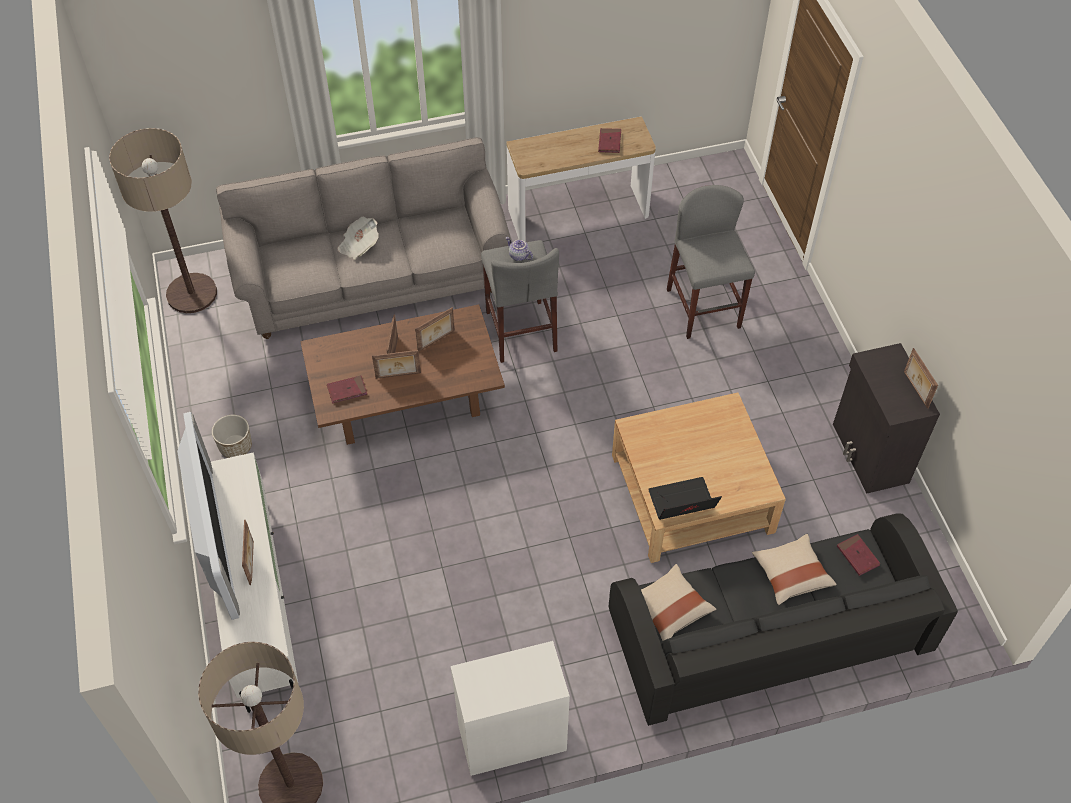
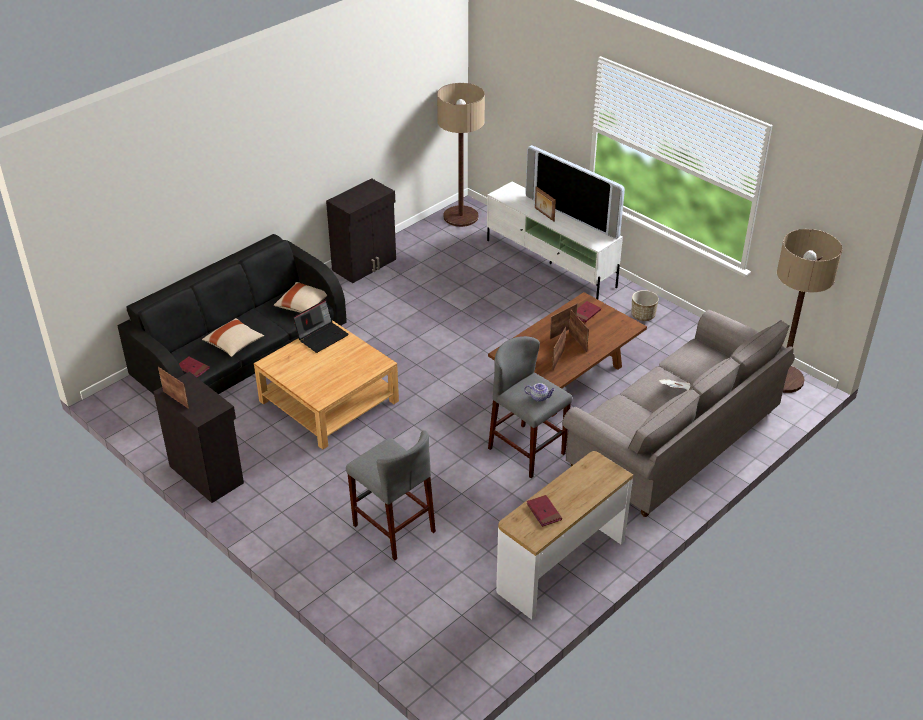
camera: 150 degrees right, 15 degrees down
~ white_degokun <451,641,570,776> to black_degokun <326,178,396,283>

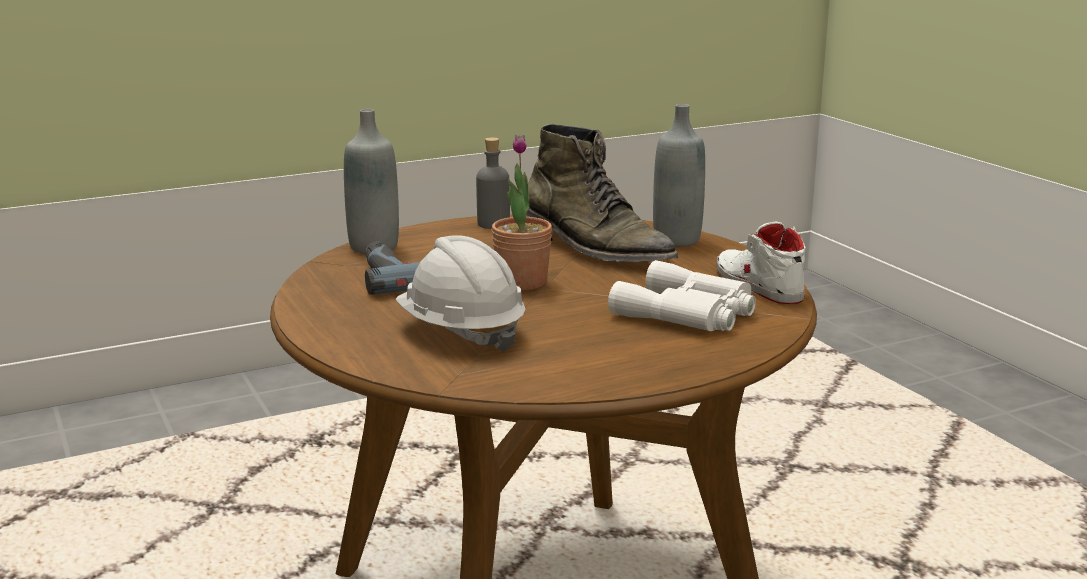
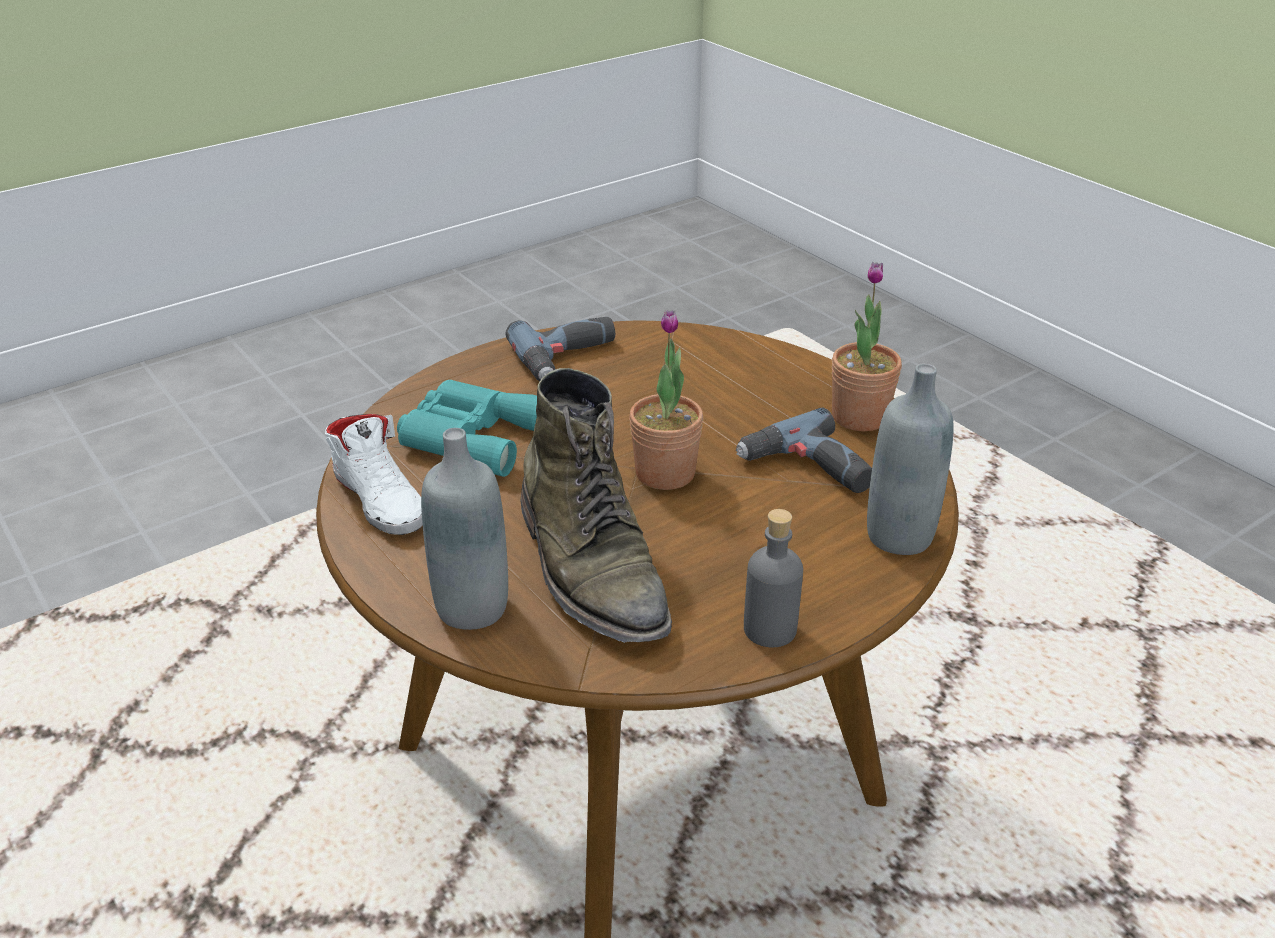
camera: 170 degrees right, 15 degrees up
- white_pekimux <395,235,525,352>
~ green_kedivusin <526,124,678,262> = <520,368,672,643> 150 degrees counterclockwise
~ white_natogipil <608,260,756,331> to turquoise_natogipil <397,380,537,477>
+ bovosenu <506,317,615,381>
+ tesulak <832,262,902,432>

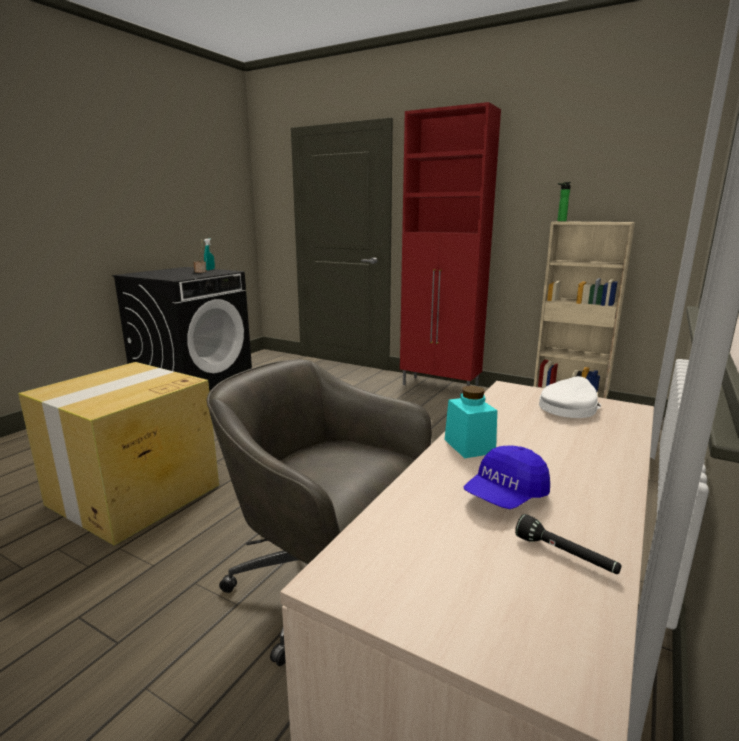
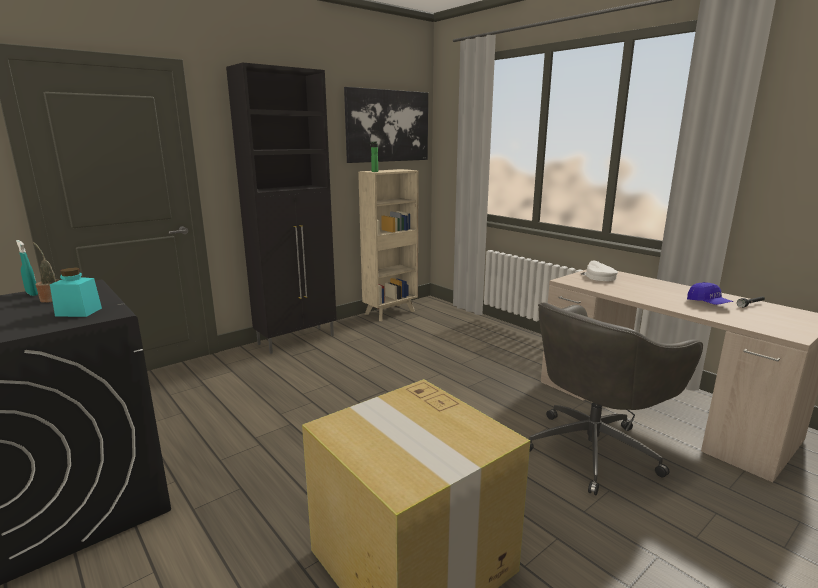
camera: 70 degrees left, 0 degrees up
~ red_degokun <400,102,501,386> to black_degokun <226,62,337,354>
~ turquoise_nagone <444,386,497,458> to <50,268,102,317>
+ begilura <344,87,428,163>

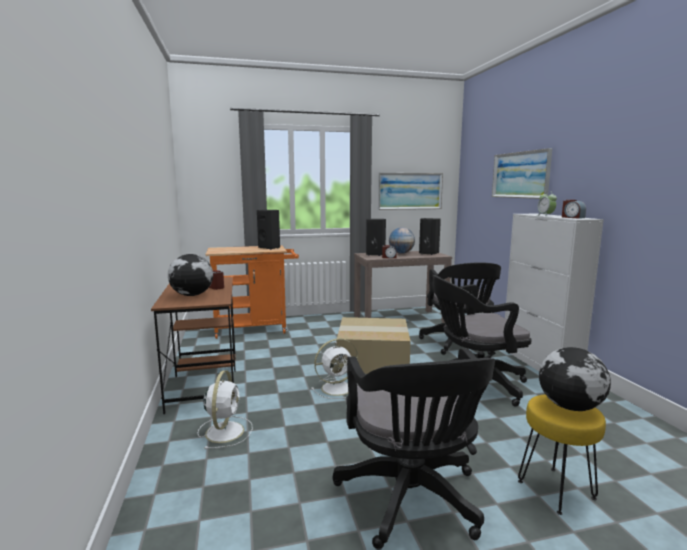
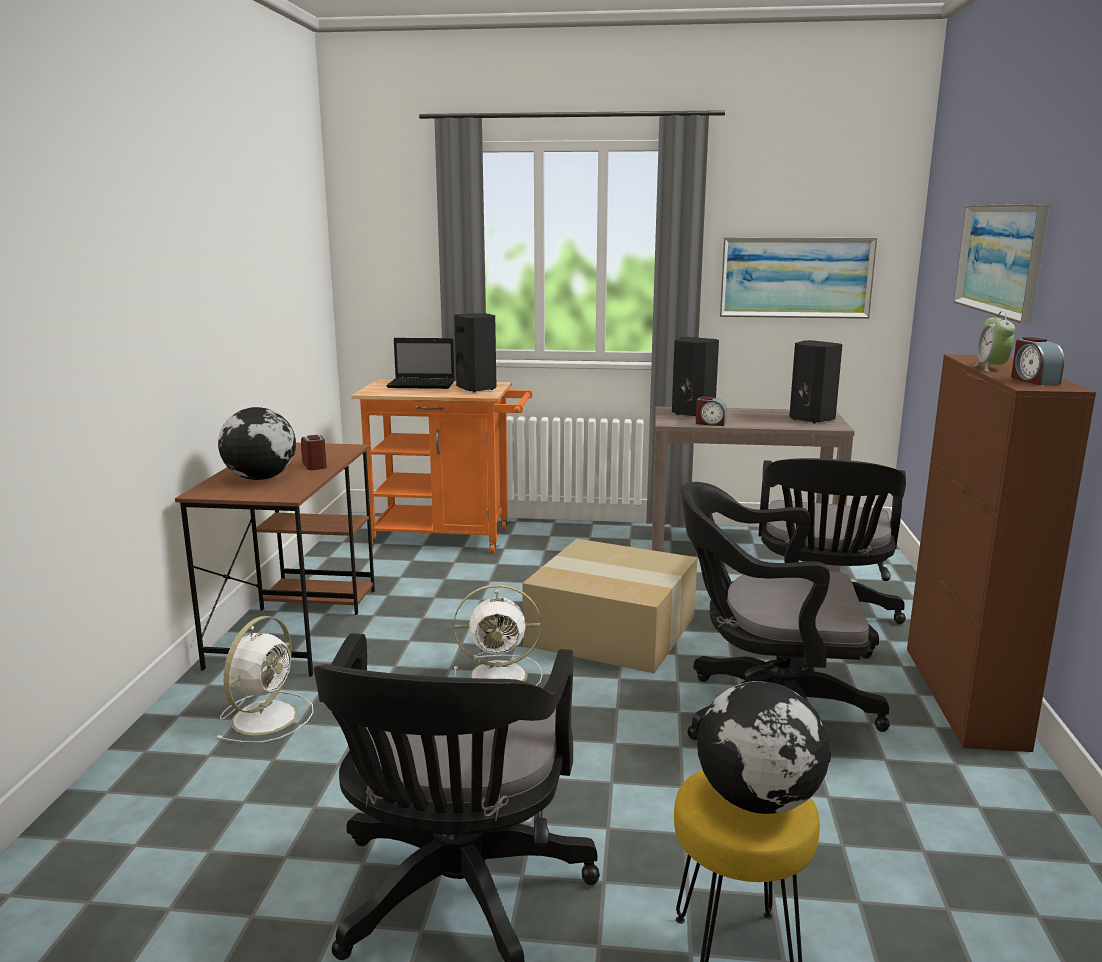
camera: 20 degrees right, 5 degrees up
- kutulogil <389,227,415,254>
~ white_degokun <505,214,604,371> to brown_degokun <907,354,1096,752>
+ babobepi <387,338,455,389>

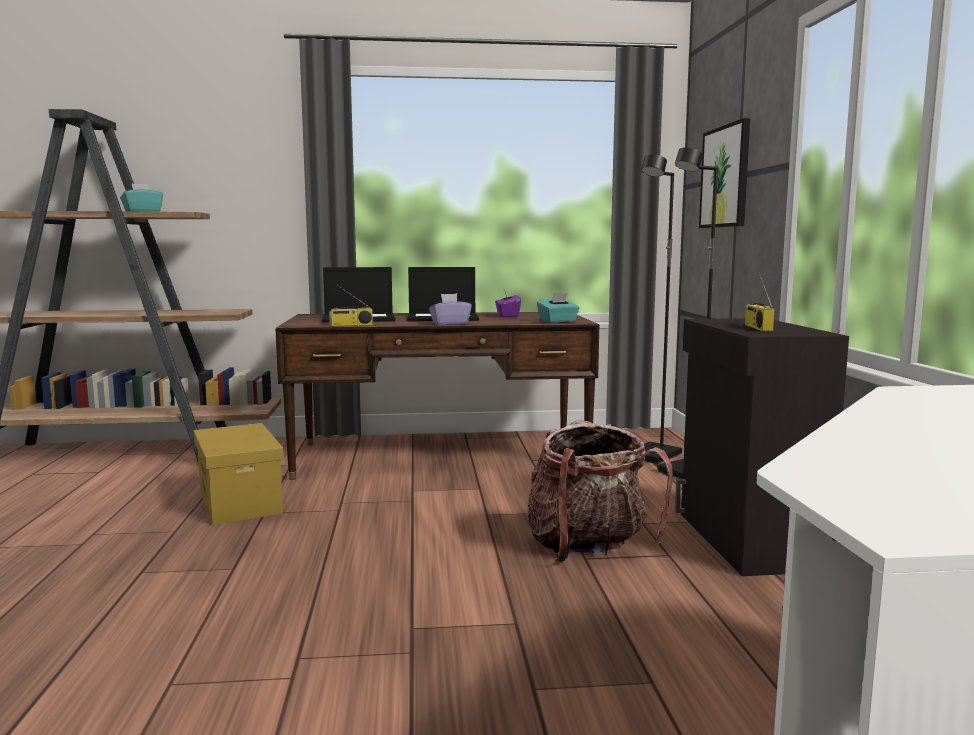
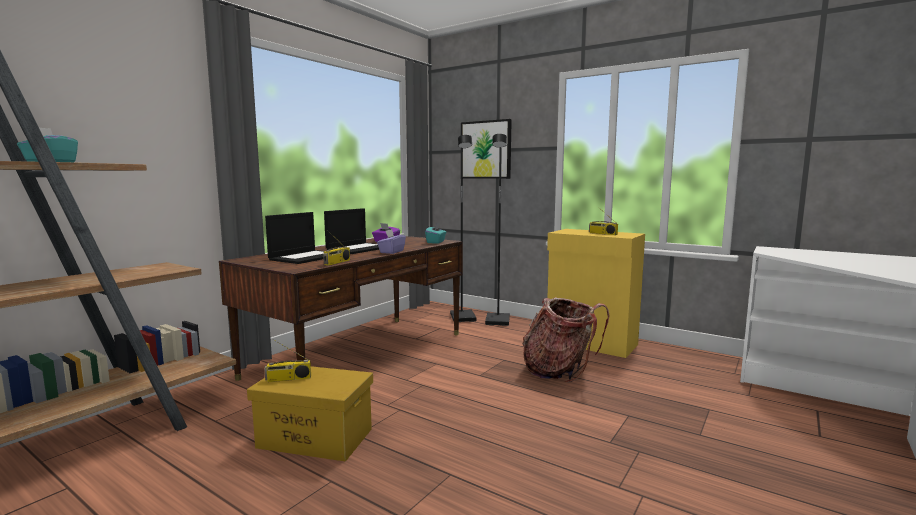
camera: 50 degrees left, 0 degrees up
~ black_degokun <675,318,849,576> to yellow_degokun <547,229,645,358>
+ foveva <264,339,311,382>

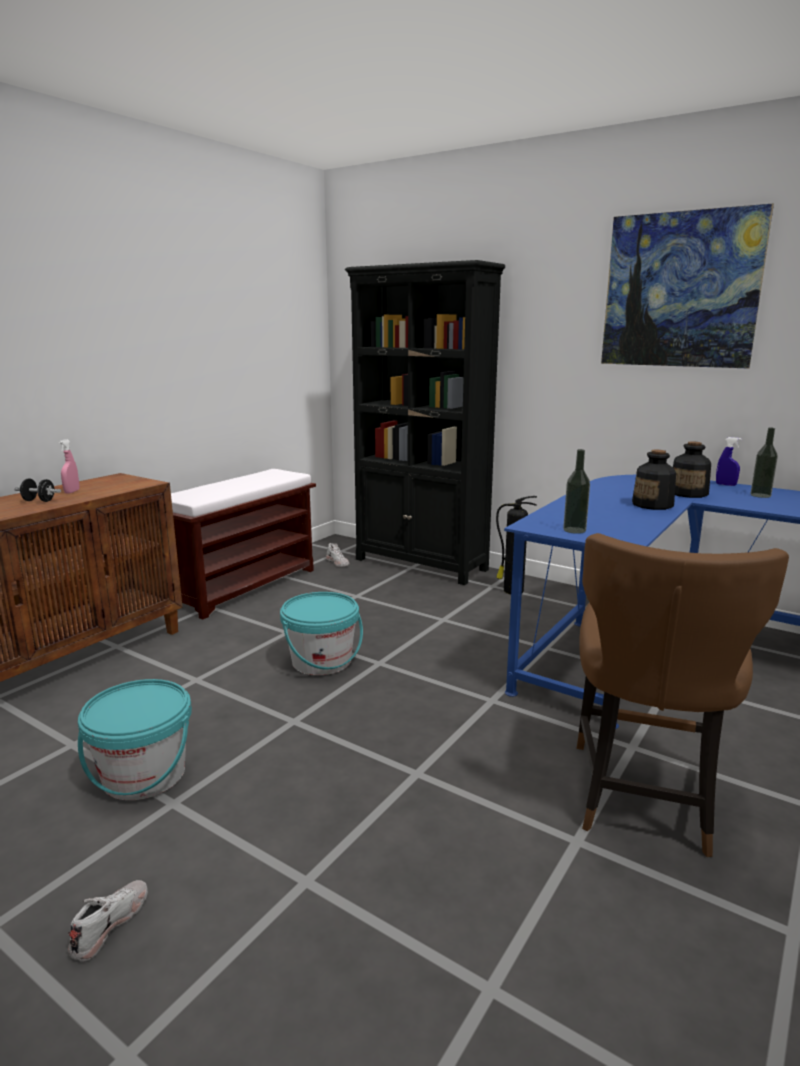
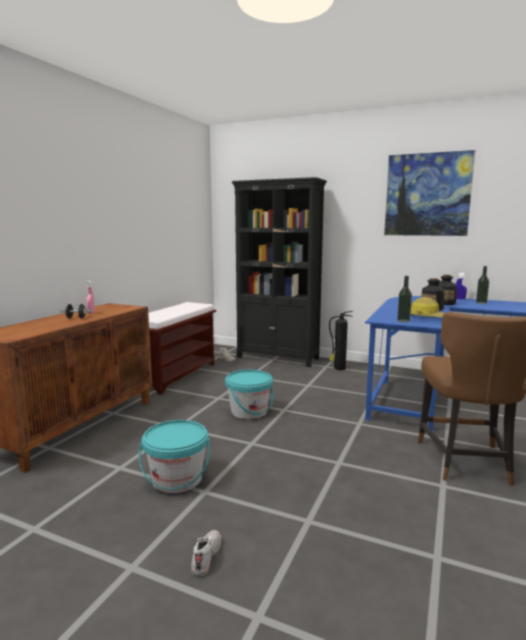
camera: 10 degrees left, 5 degrees down
+ pekimux <411,297,445,317>

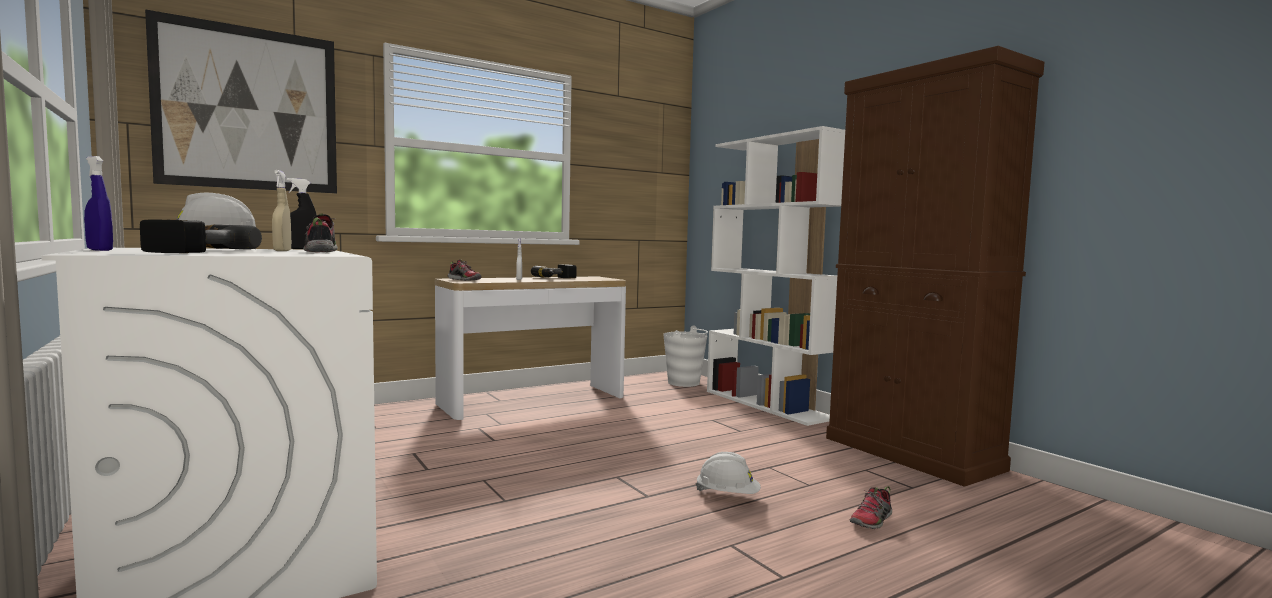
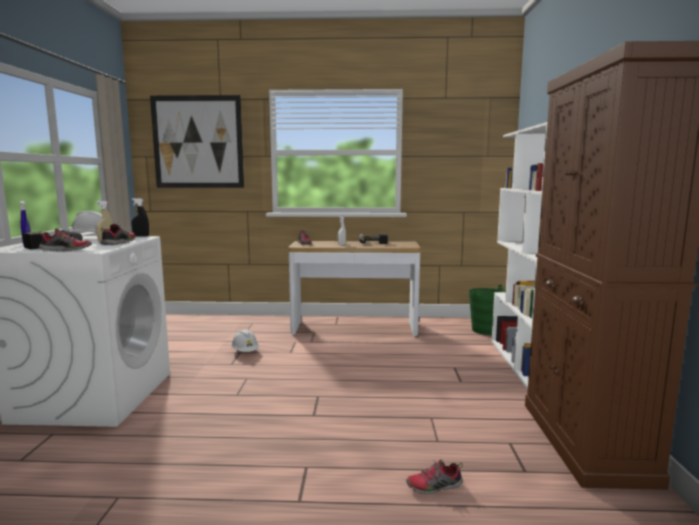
camera: 35 degrees right, 5 degrees up
~ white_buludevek <663,325,708,387> to green_buludevek <469,285,506,335>
~ white_pekimux <695,452,761,494> to <231,329,259,352>
+ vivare <39,228,92,251>

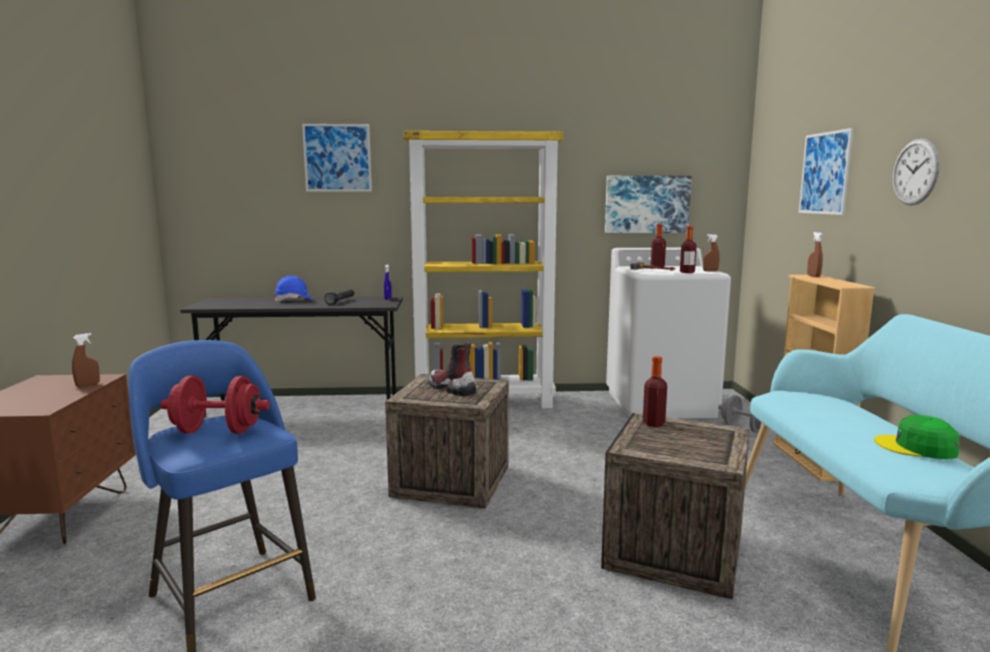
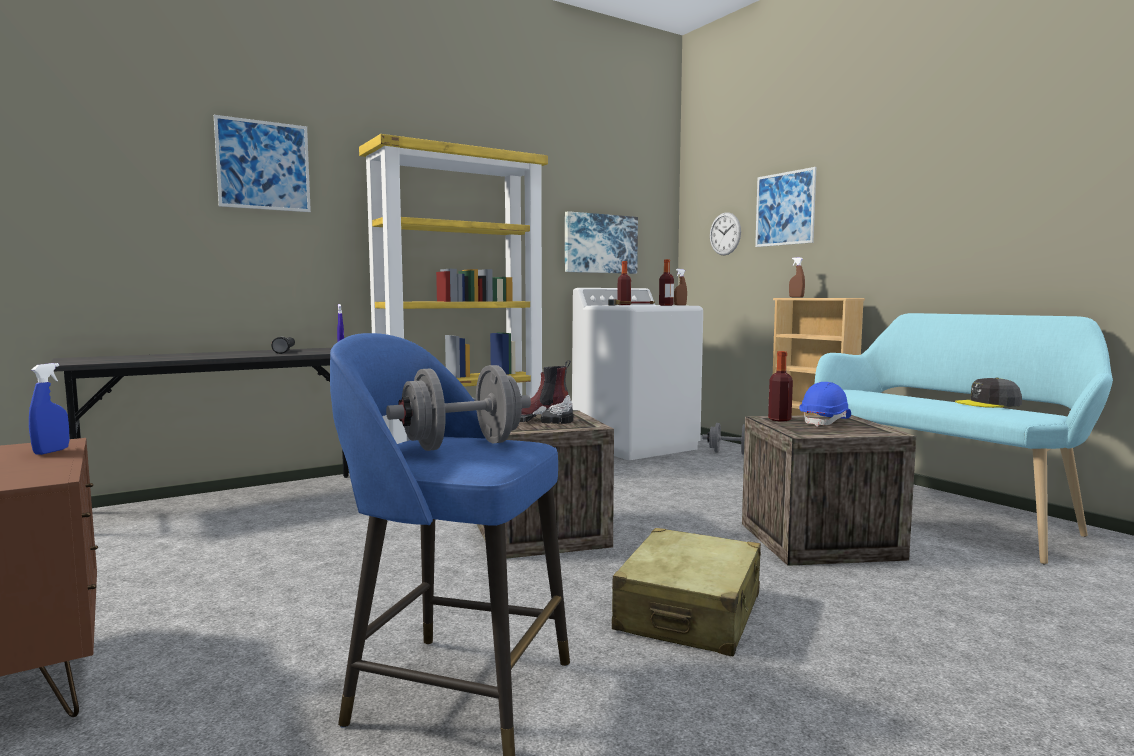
camera: 30 degrees left, 5 degrees down
~ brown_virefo <72,333,100,387> to blue_virefo <29,363,69,455>
~ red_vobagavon <160,376,270,434> to grey_vobagavon <386,365,531,451>
~ blue_pekimux <274,276,313,302> to <799,382,851,427>
~ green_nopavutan <874,415,960,459> to grey_nopavutan <955,378,1022,408>
~ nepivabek <893,138,940,205> to <710,212,741,255>
+ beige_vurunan <612,528,761,656>

